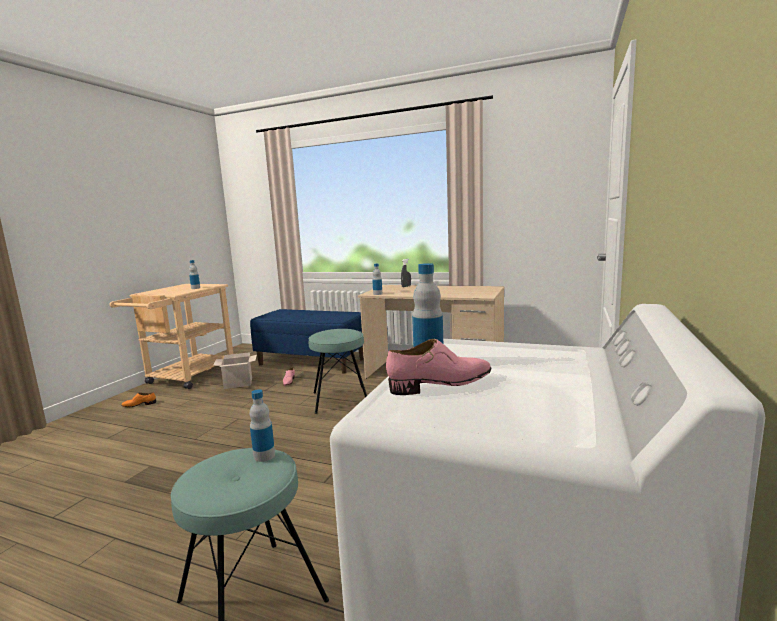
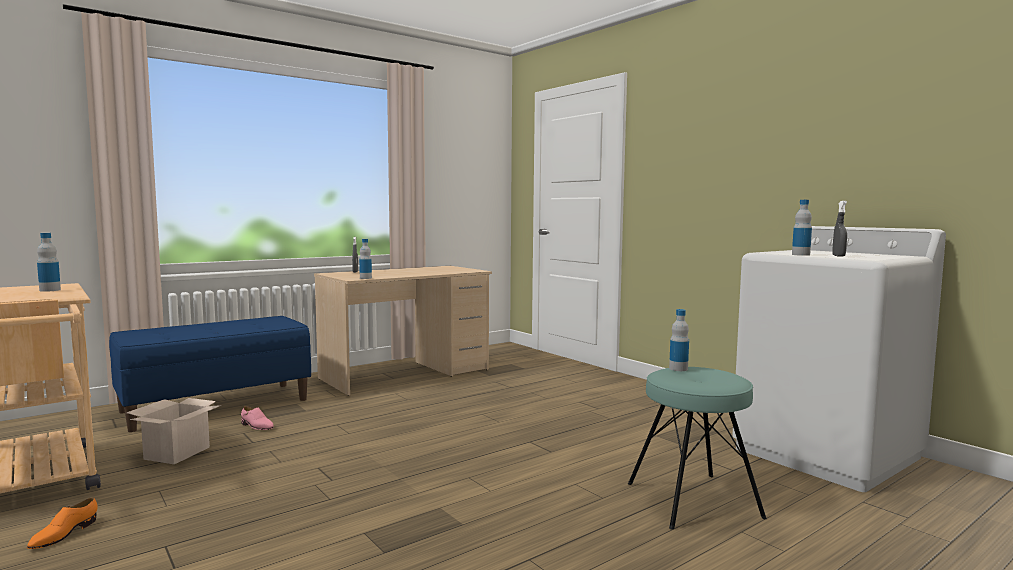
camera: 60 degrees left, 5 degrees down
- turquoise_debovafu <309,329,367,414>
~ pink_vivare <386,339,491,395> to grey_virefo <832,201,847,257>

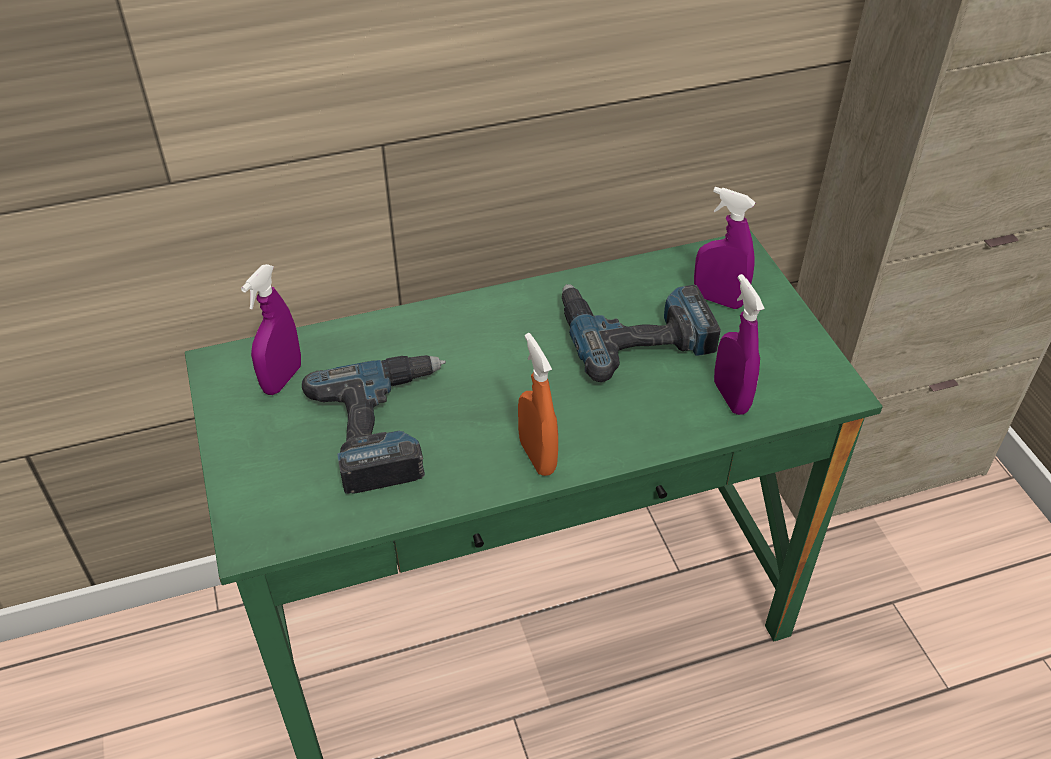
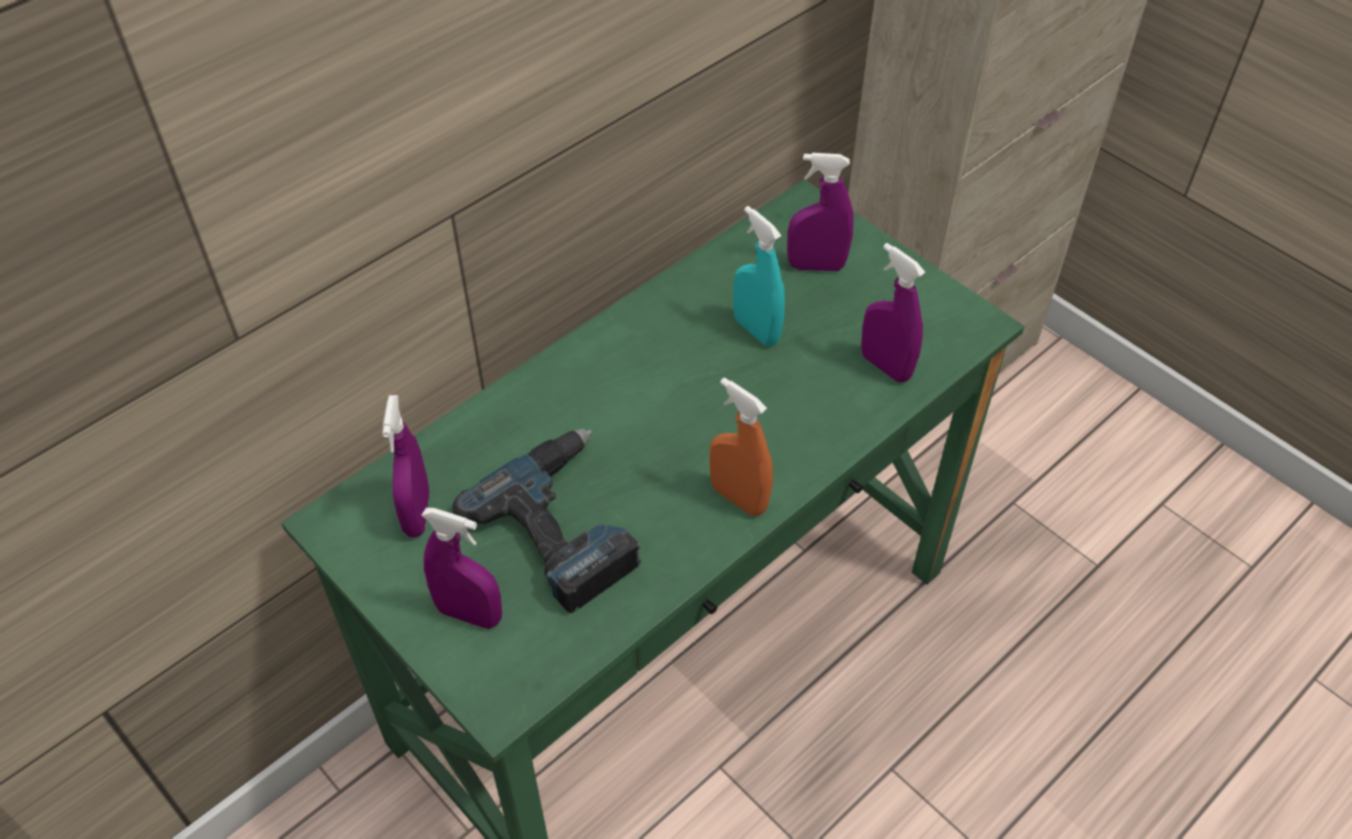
camera: 25 degrees left, 5 degrees up
~ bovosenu <562,284,721,382> to turquoise_virefo <733,206,785,346>
+ purple_virefo <421,508,502,629>

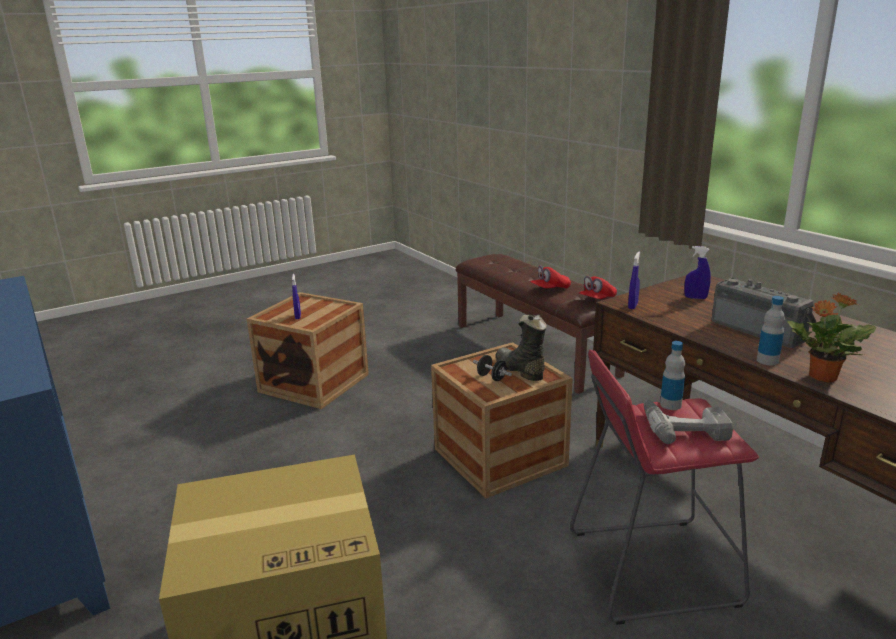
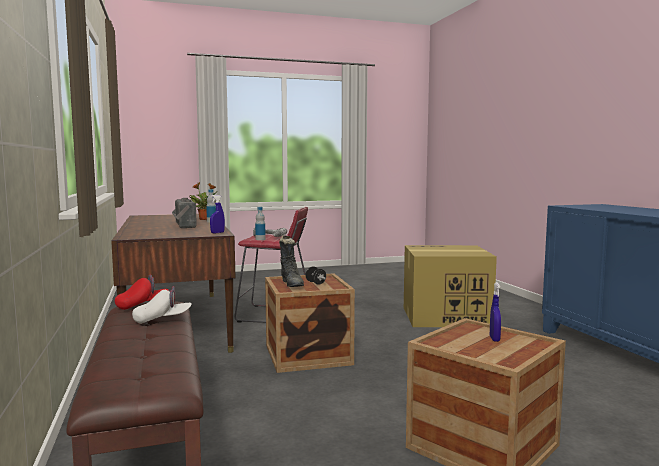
camera: 165 degrees left, 15 degrees down
~ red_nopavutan <530,265,571,288> to white_nopavutan <132,286,192,324>
- blue_virefo <684,246,711,299>

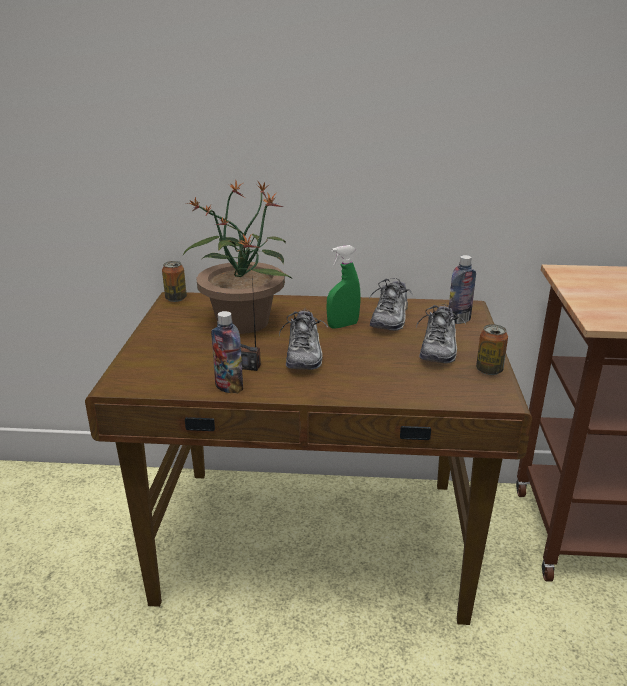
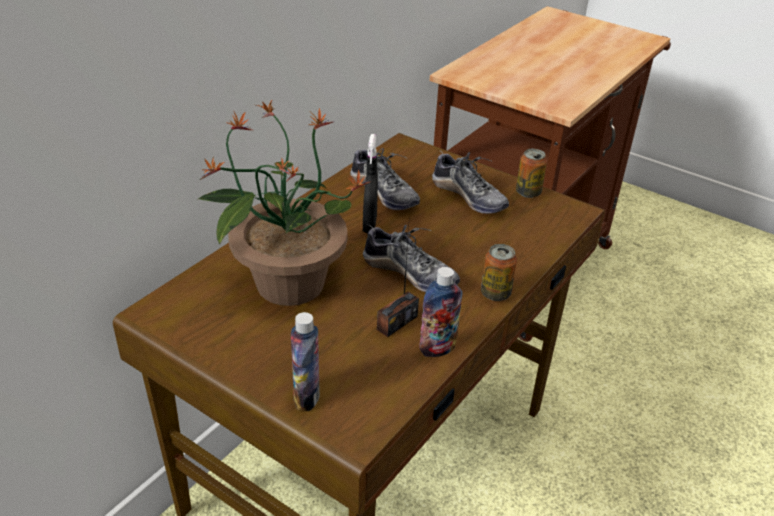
camera: 60 degrees left, 10 degrees up
~ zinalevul <162,261,187,302> to <481,244,517,301>
~ green_virefo <326,245,360,329> to black_virefo <363,134,378,233>
~ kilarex <449,255,476,324> to <291,312,320,411>

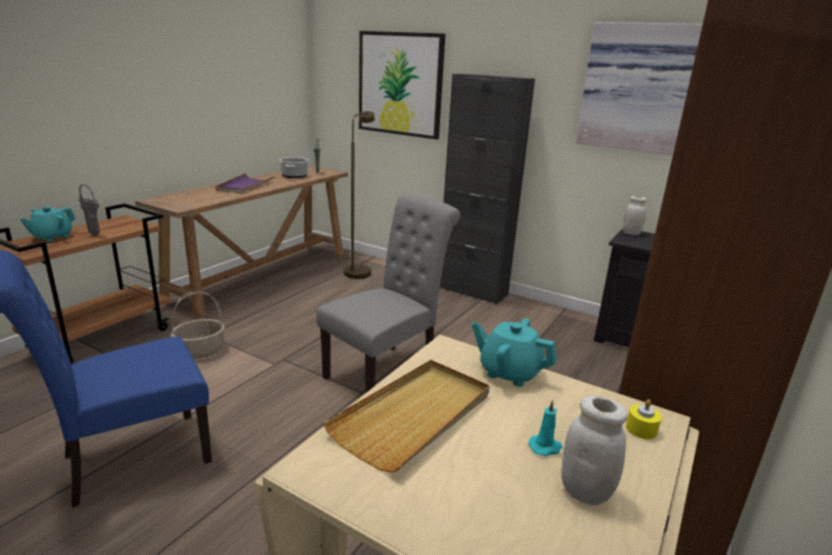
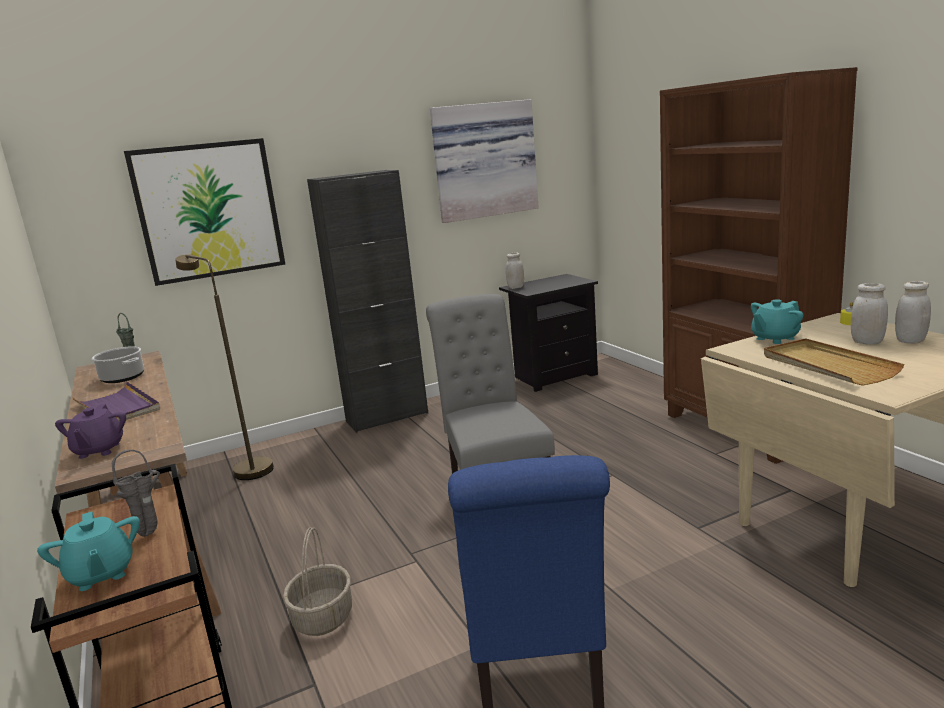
camera: 55 degrees left, 5 degrees down
~ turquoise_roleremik <528,400,562,456> to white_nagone <851,283,888,345>
+ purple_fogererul <55,404,126,459>

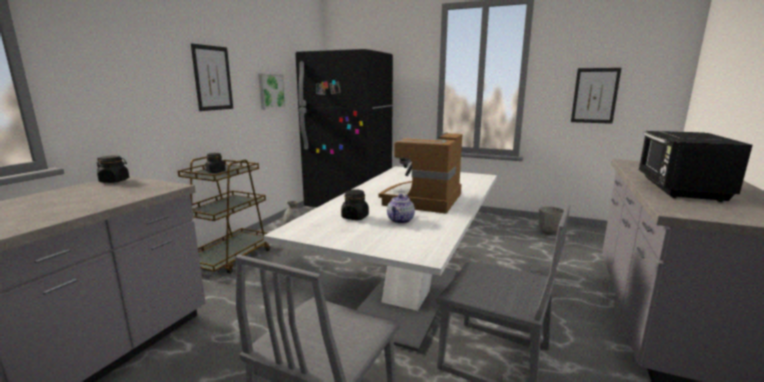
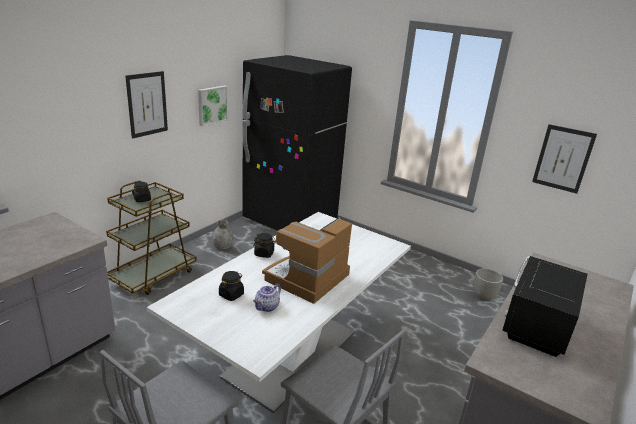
camera: 10 degrees right, 10 degrees up
~ black_nagone <96,155,129,183> to <253,233,276,258>

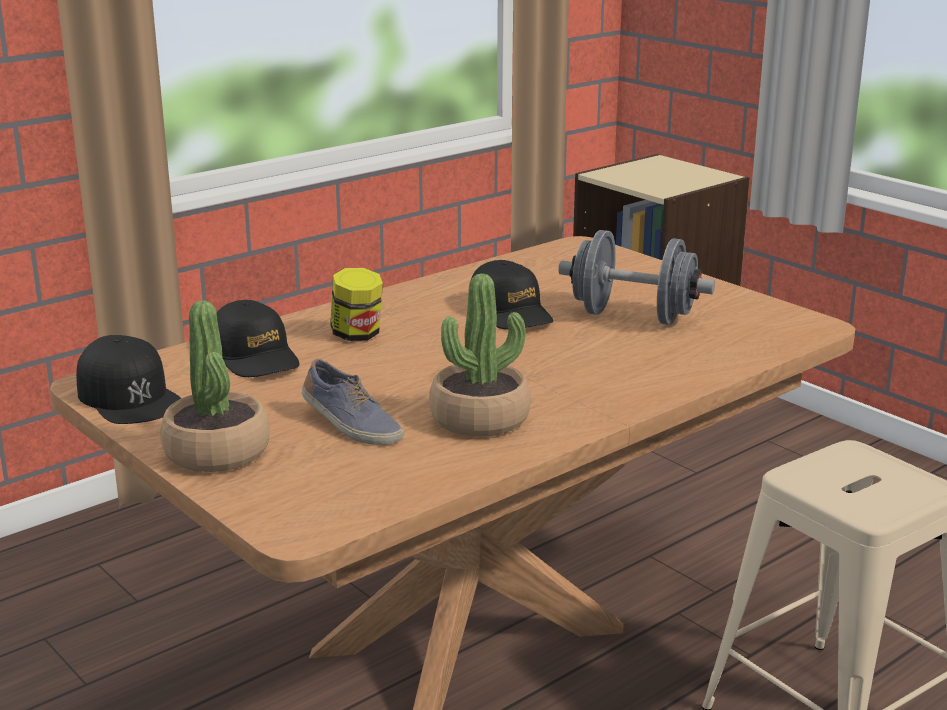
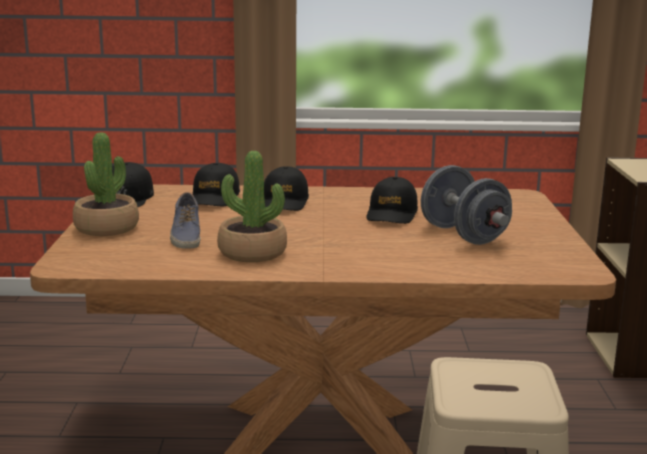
camera: 40 degrees right, 5 degrees down
~ nagone <330,268,383,341> to black_nopavutan <264,166,309,211>

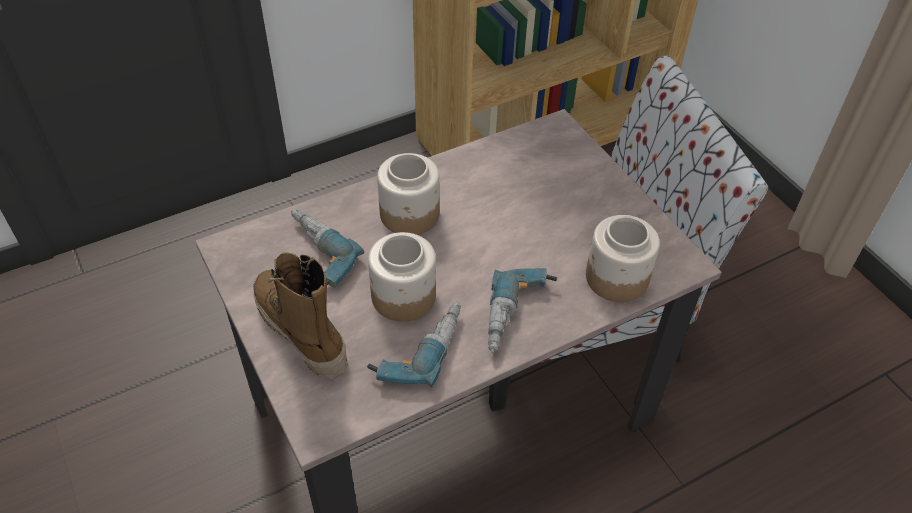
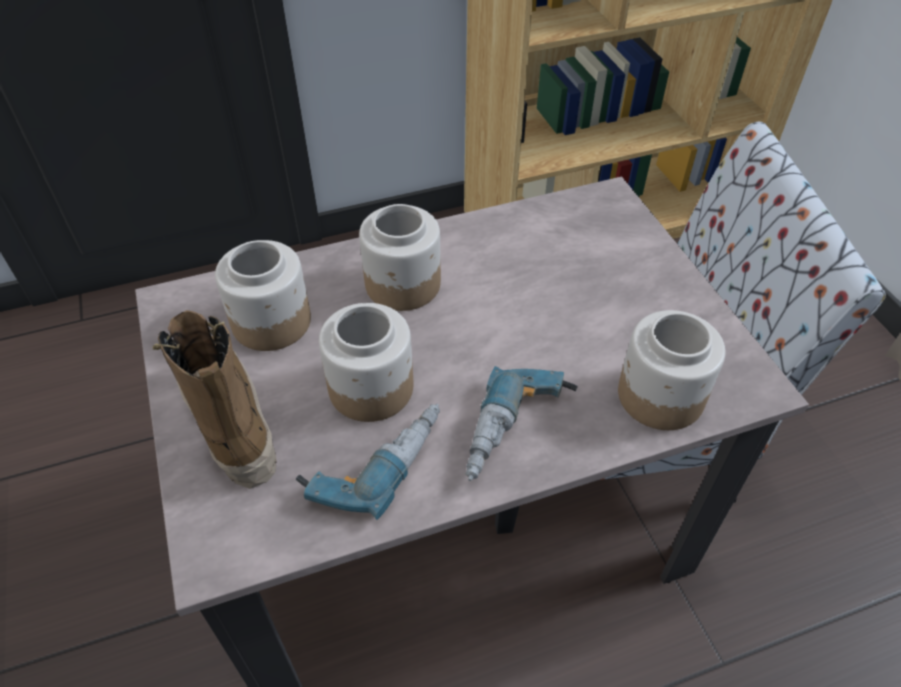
camera: 10 degrees right, 0 degrees up
~ bovosenu <291,209,364,287> to nagone <215,240,311,351>

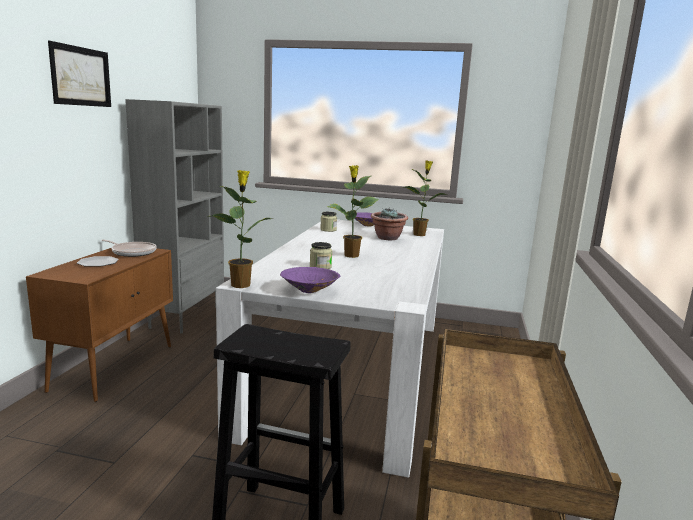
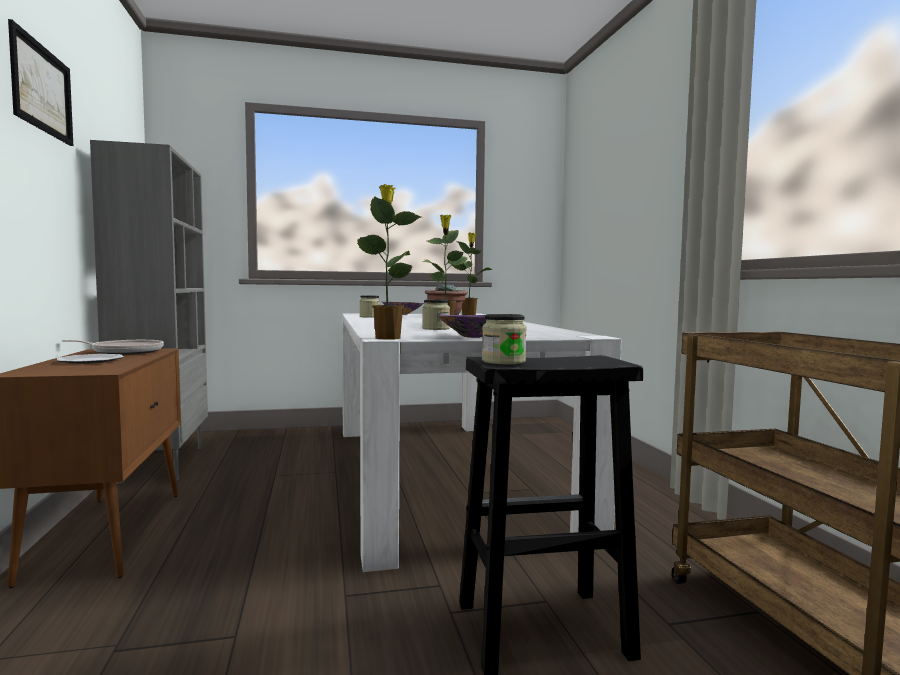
camera: 25 degrees left, 10 degrees down
+ nagone <482,314,527,364>

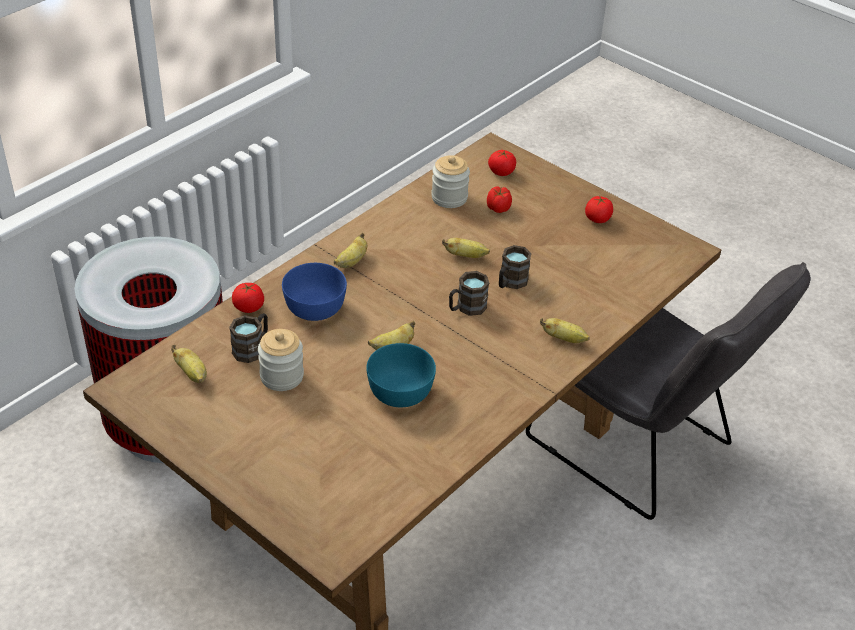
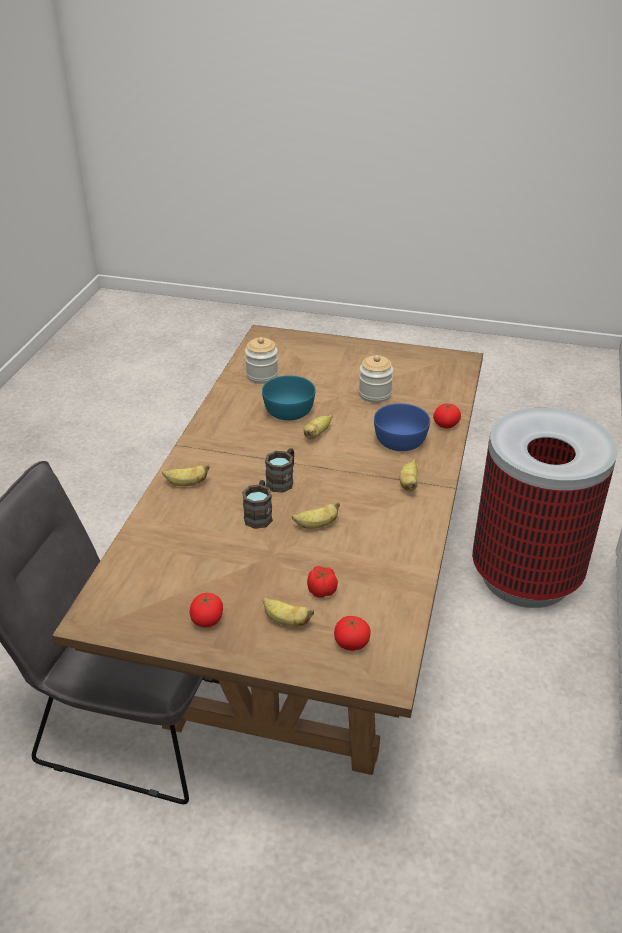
camera: 155 degrees right, 5 degrees down
~ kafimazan <171,345,207,383> to <263,597,314,627>
- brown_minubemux <229,313,268,363>
~ nagone <431,155,470,208> to <245,337,278,384>

